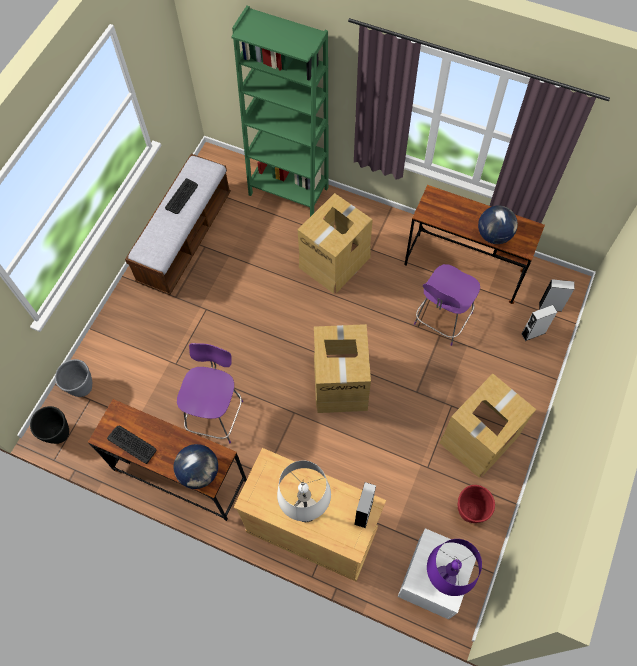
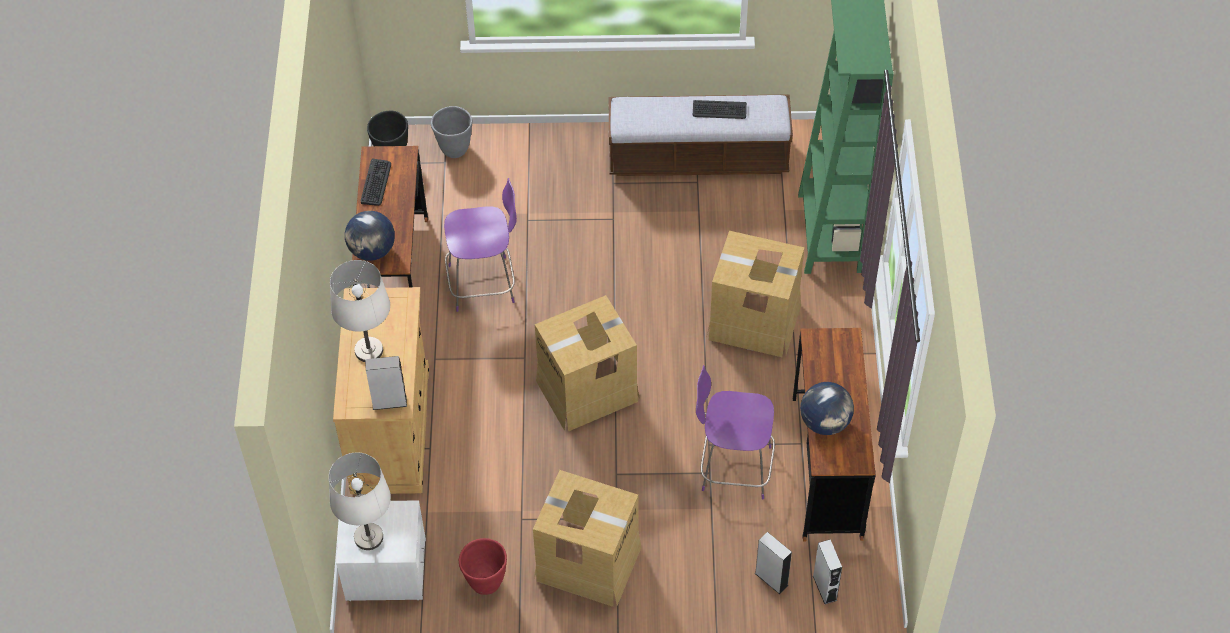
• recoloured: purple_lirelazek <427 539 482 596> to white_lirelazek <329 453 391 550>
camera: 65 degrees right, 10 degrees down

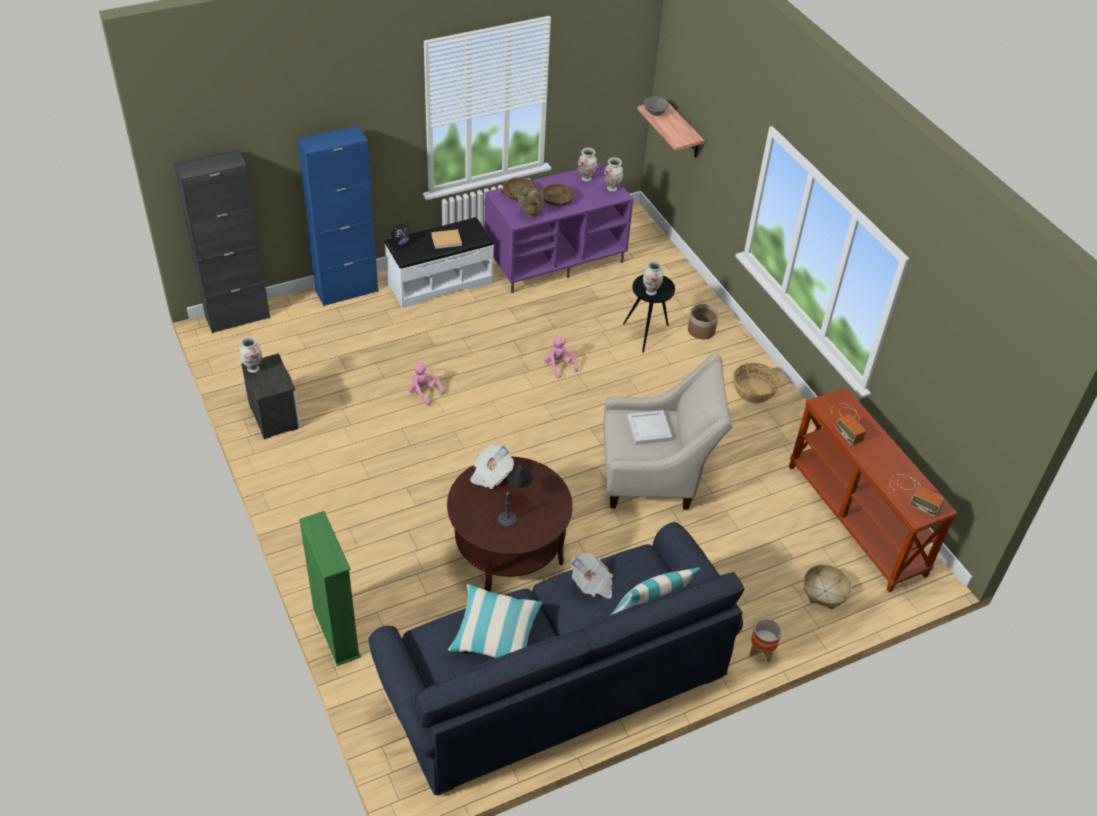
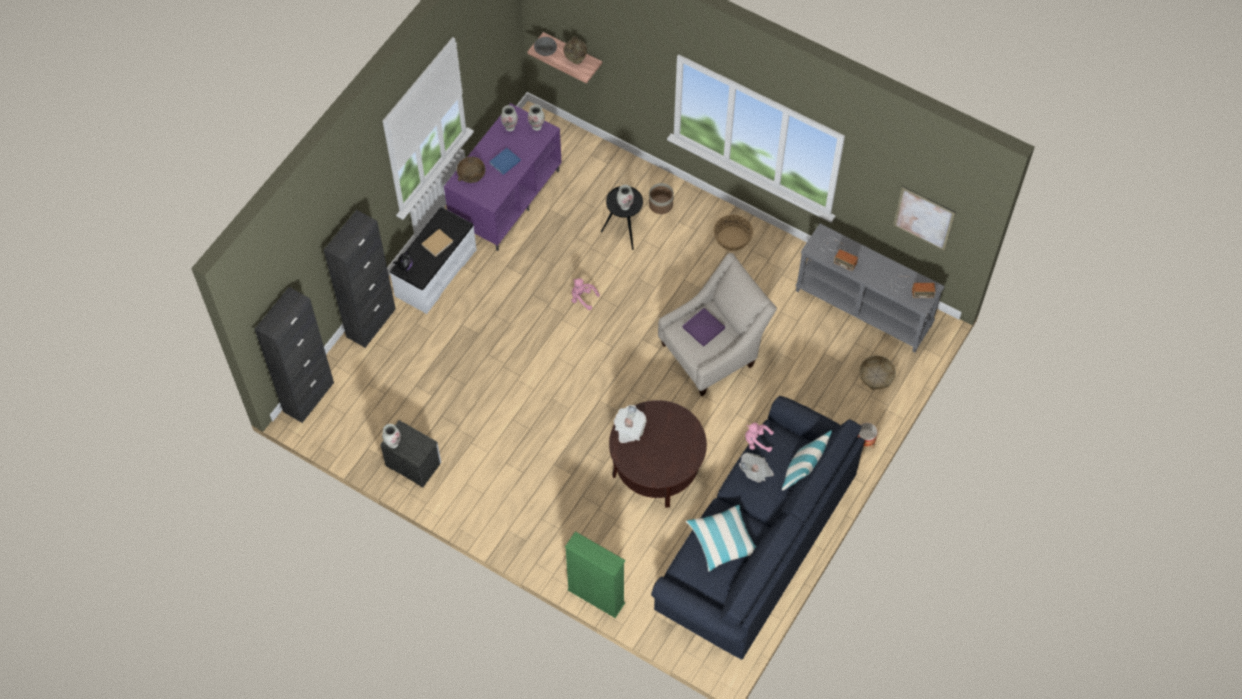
• recoloured: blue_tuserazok <298 125 378 306> to black_tuserazok <324 210 396 348>
• moved: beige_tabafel <517 183 544 218> to <564 37 587 64>
• replaced: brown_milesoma <542 183 575 206> to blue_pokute <489 148 521 175>
• moved: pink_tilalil <408 363 444 405> to <745 422 774 452>
• recoloured: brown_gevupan <789 388 958 592> to grey_gevupan <796 224 945 352>
• recoloured: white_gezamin <627 410 673 445> to purple_gezamin <683 308 725 347>
• removed: lirelazek <498 465 533 527>
• added: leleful <893 186 956 251>
camera: 30 degrees left, 15 degrees up

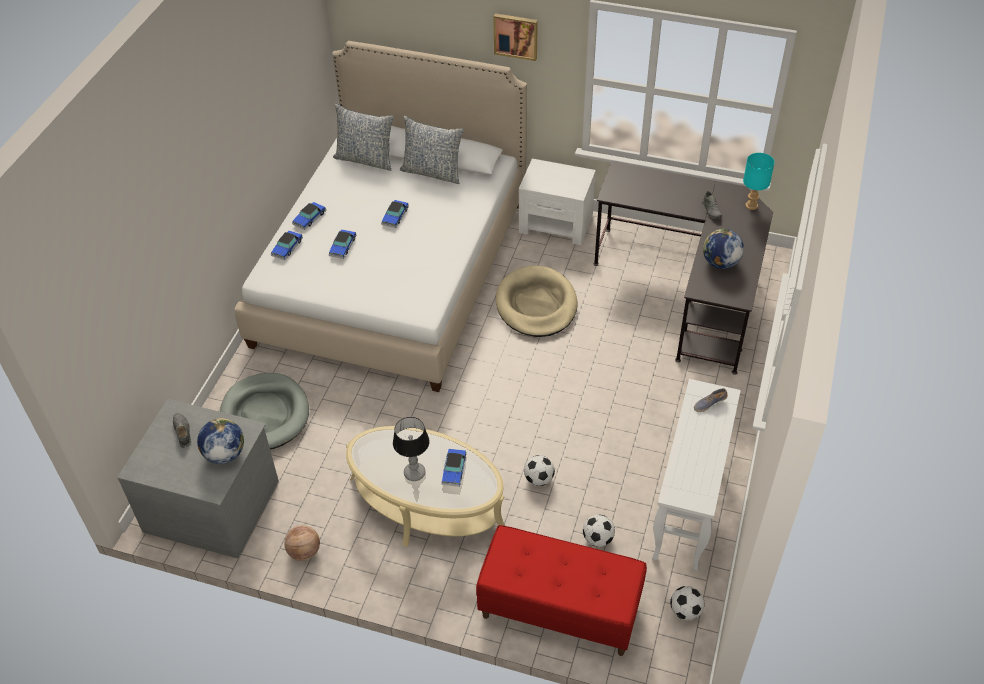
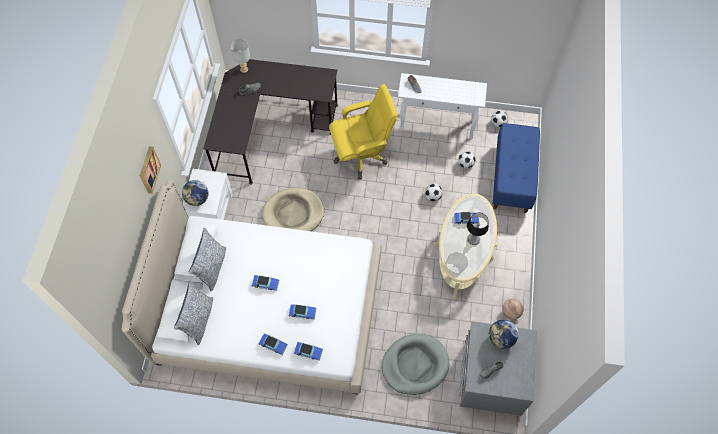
• recoloured: turquoise_lirelazek <743 153 775 210> to grey_lirelazek <230 39 250 73>
• moved: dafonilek <703 229 744 269> to <182 180 209 206>
• recoloured: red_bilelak <476 525 647 656> to blue_bilelak <493 123 540 213>
• added: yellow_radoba <329 84 397 179>
camera: 100 degrees left, 15 degrees up

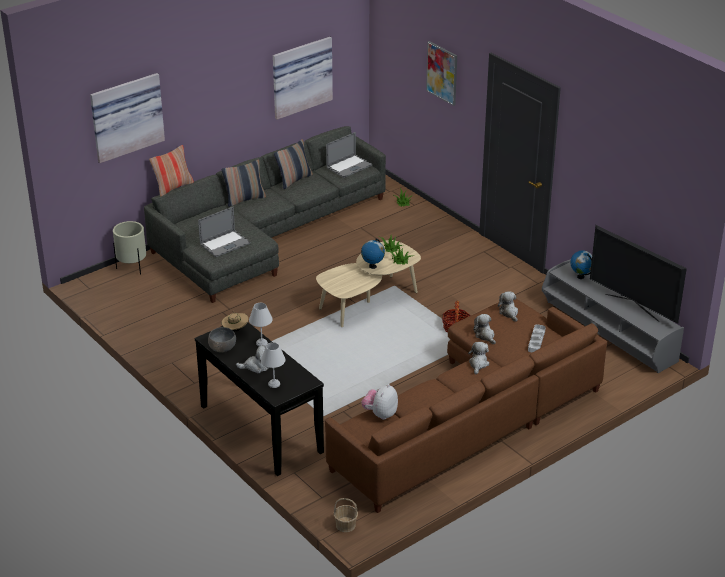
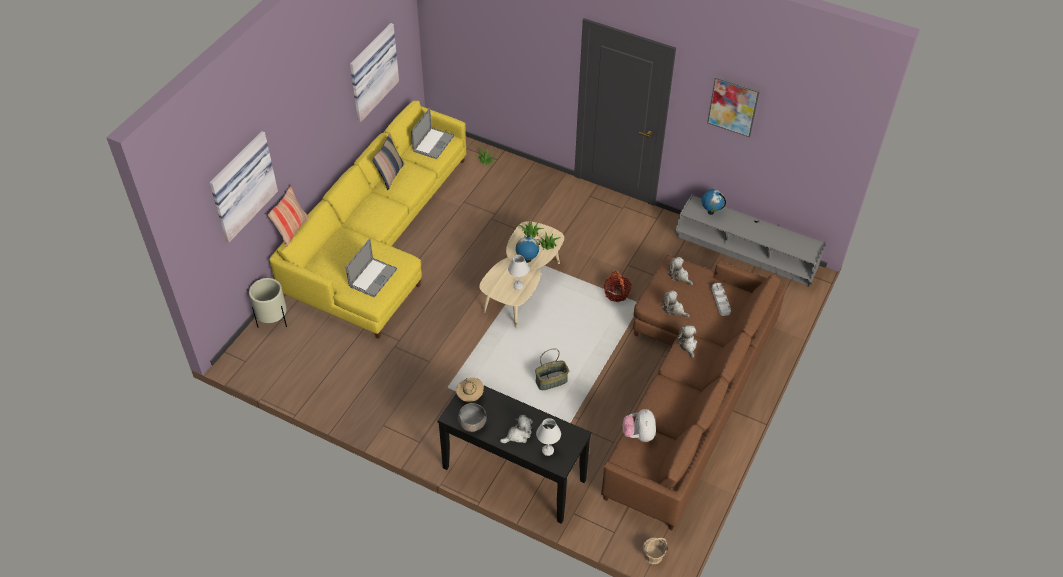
• moved: leleful <426 41 457 106> to <707 77 760 137>
• recoloured: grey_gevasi <144 126 386 303> to yellow_gevasi <269 101 467 339>
• removed: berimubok <222 160 266 207>
• removed: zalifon <590 225 687 323>
• moved: white_lirelazek <249 303 273 346> to <508 255 529 290>
• added: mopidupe <535 349 569 390>
camera: 25 degrees left, 15 degrees up

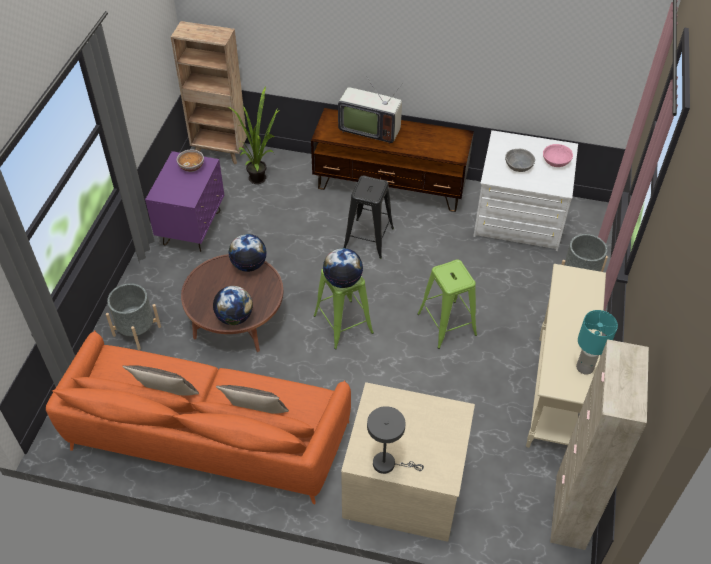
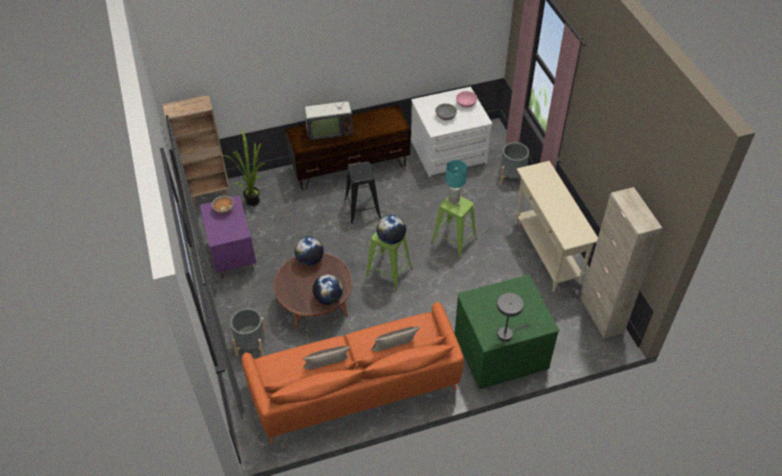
• moved: turquoise_lirelazek <576 310 618 375> to <445 160 467 204>
• recoloured: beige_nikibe <341 382 475 542> to green_nikibe <455 275 560 389>
camera: 30 degrees left, 0 degrees up

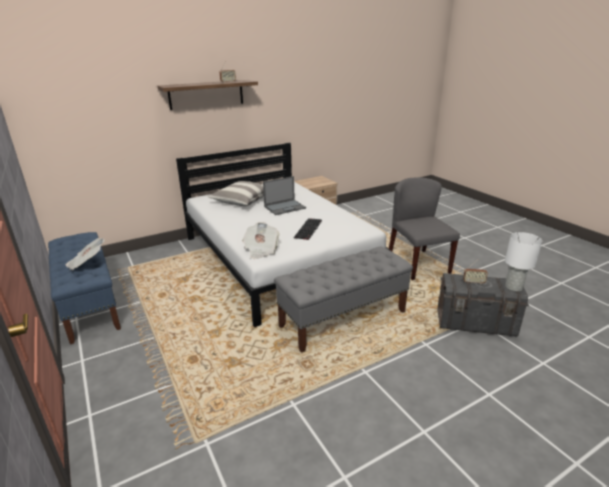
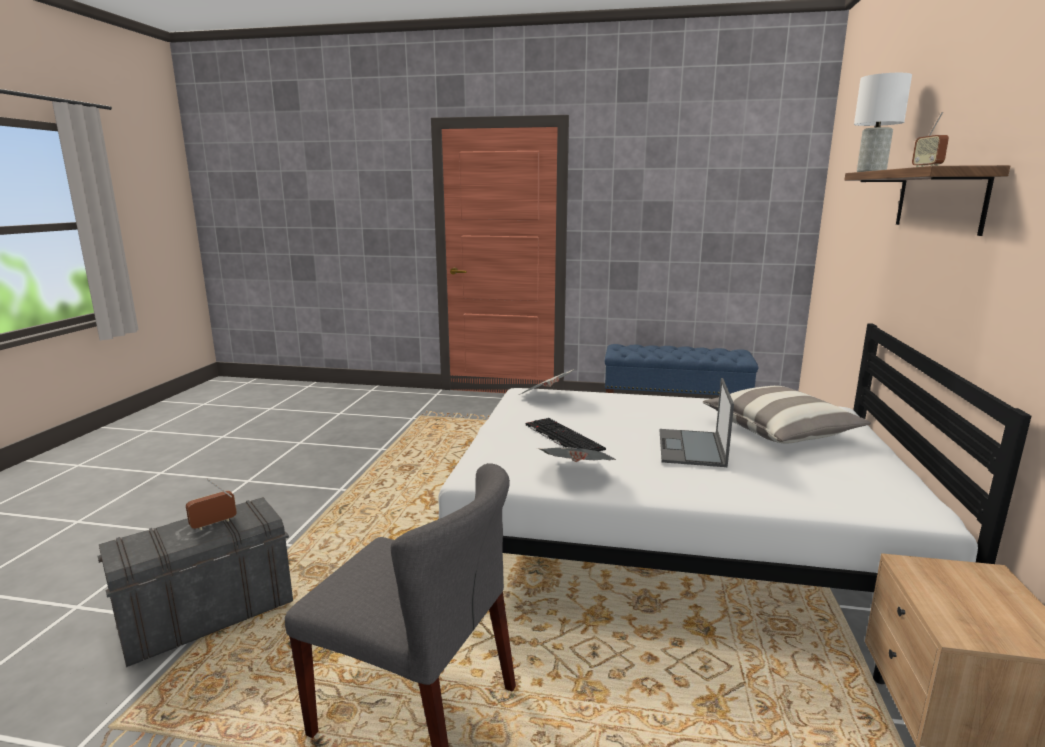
• moved: white_lirelazek <505 232 542 292> to <854 73 912 172>
• moved: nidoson <66 238 105 271> to <537 447 616 462>
• removed: grey_bilelak <274 246 413 353>
camera: 130 degrees right, 10 degrees down

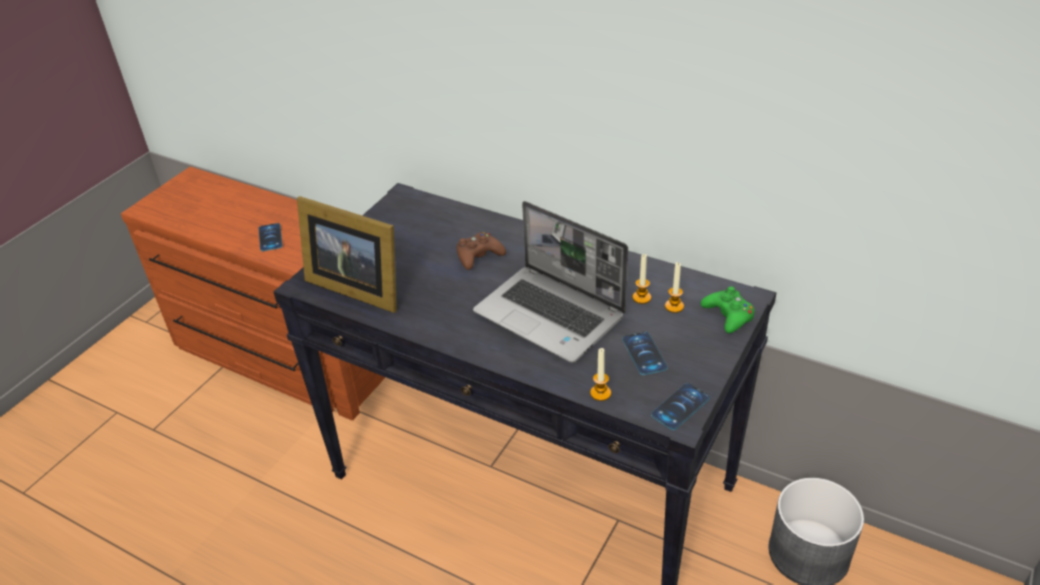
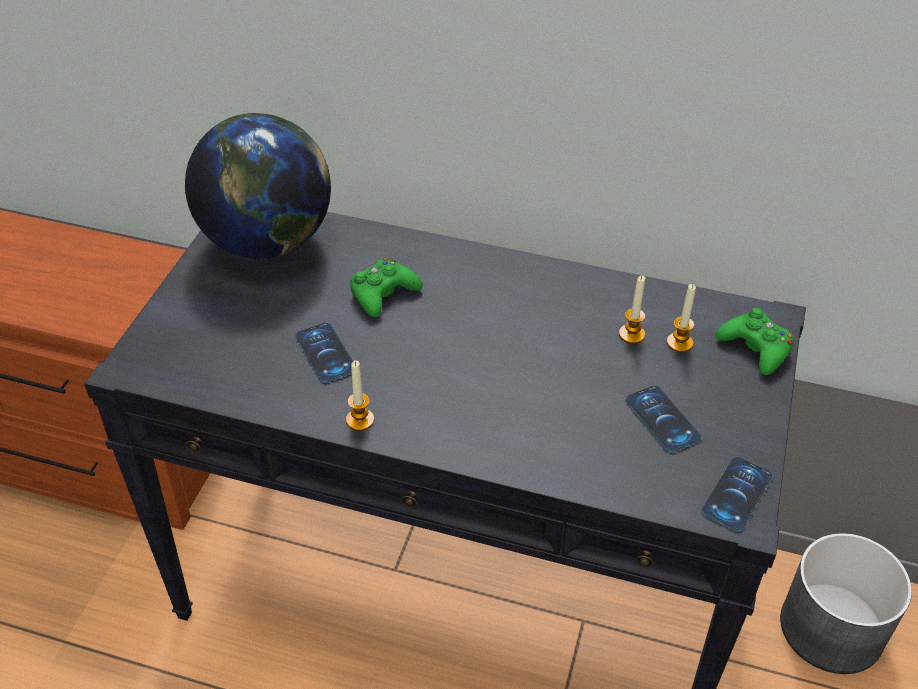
• removed: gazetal <297 196 397 313>
• removed: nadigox <473 201 628 363>
• moved: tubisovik <259 223 283 251> to <295 322 353 383>
• recoloured: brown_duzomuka <457 232 506 270> to green_duzomuka <350 258 423 318>
• moved: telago <590 348 611 401> to <346 361 374 431>
• added: dafonilek <185 113 331 259>
camera: 15 degrees left, 5 degrees up

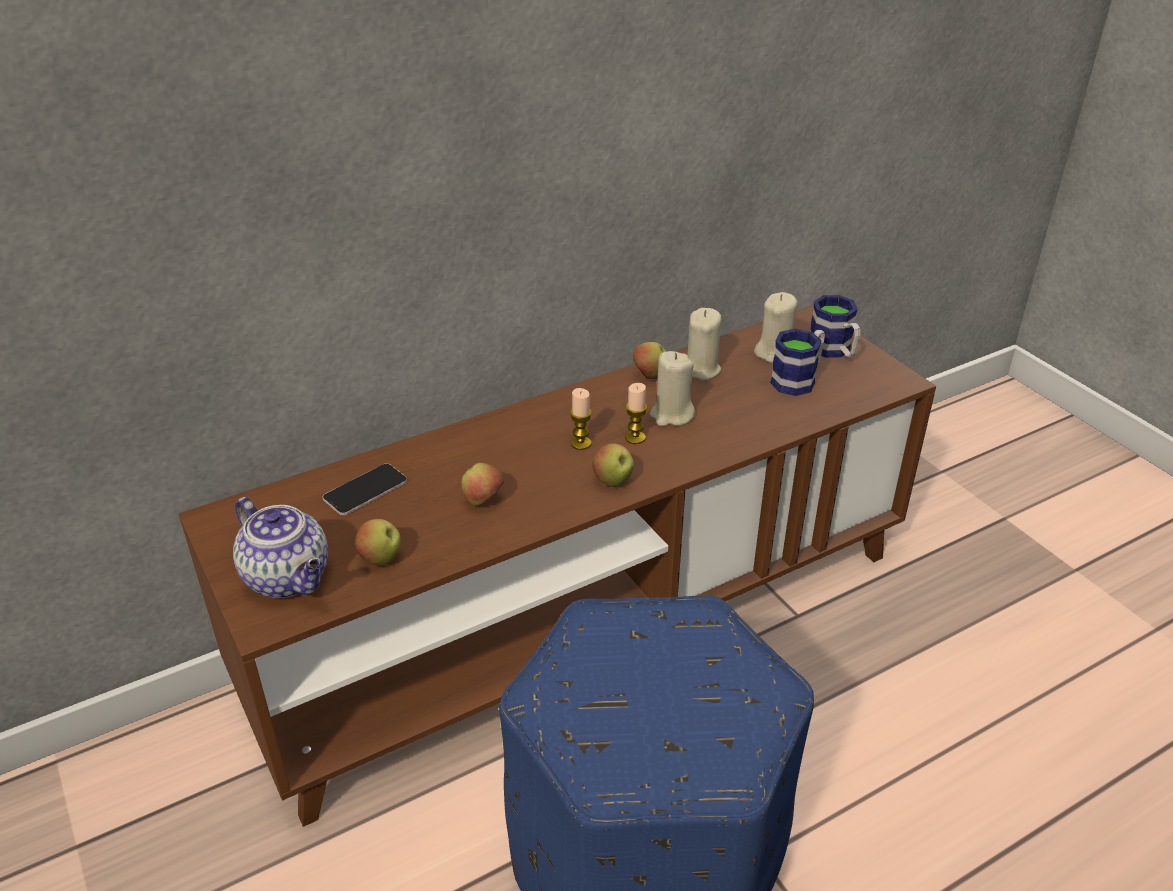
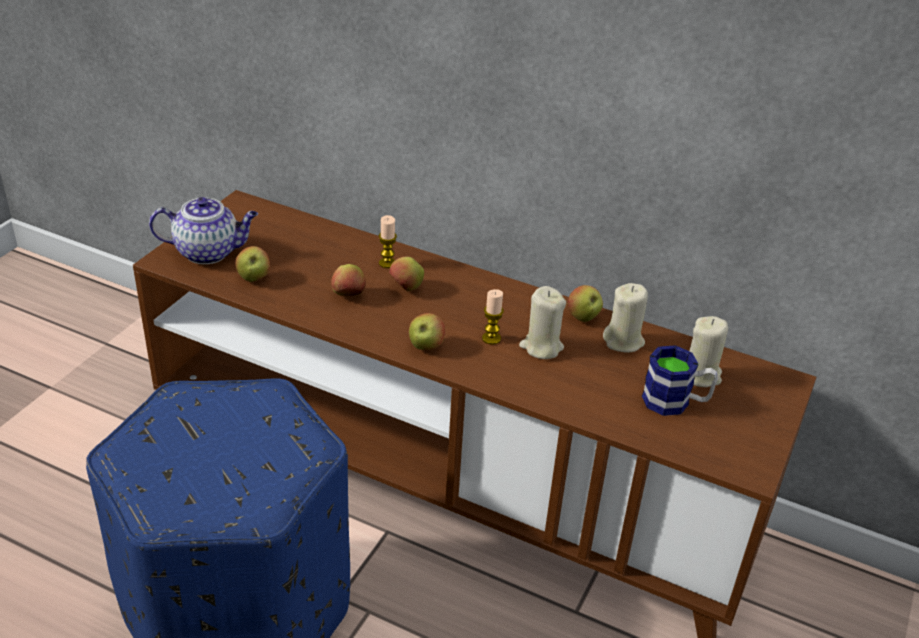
• removed: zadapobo <810 295 861 358>
• moved: telago <570 388 592 450> to <379 215 397 268>
• removed: tubisovik <323 463 407 515>
• turned: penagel <233 497 328 598> = <149 197 258 264> 105 degrees counterclockwise
• added: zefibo <389 257 424 291>
camera: 55 degrees right, 0 degrees up

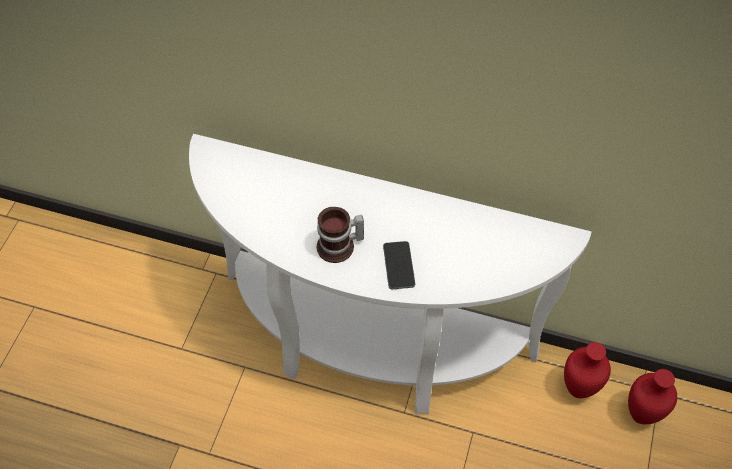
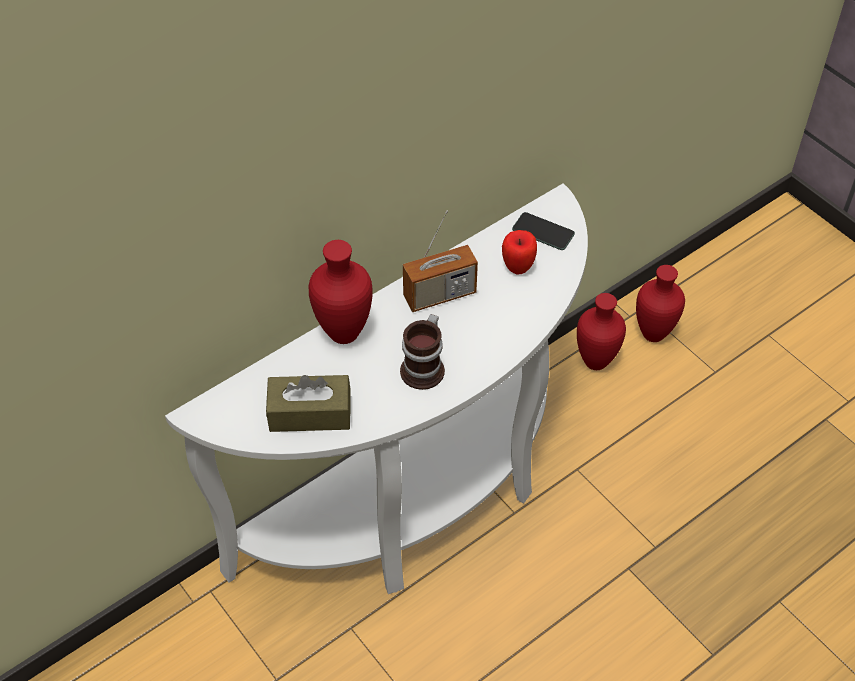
• moved: tubisovik <383 241 415 289> to <512 212 575 250>
• added: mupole <403 211 478 312>
• added: zefibo <502 230 537 274>
• added: red_tabafel <309 240 373 344>
• added: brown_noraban <266 375 351 432>
camera: 55 degrees left, 5 degrees down

